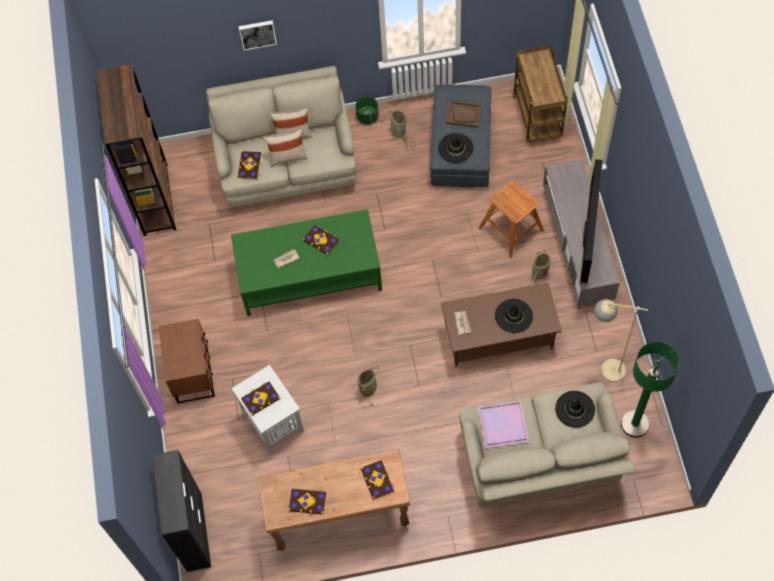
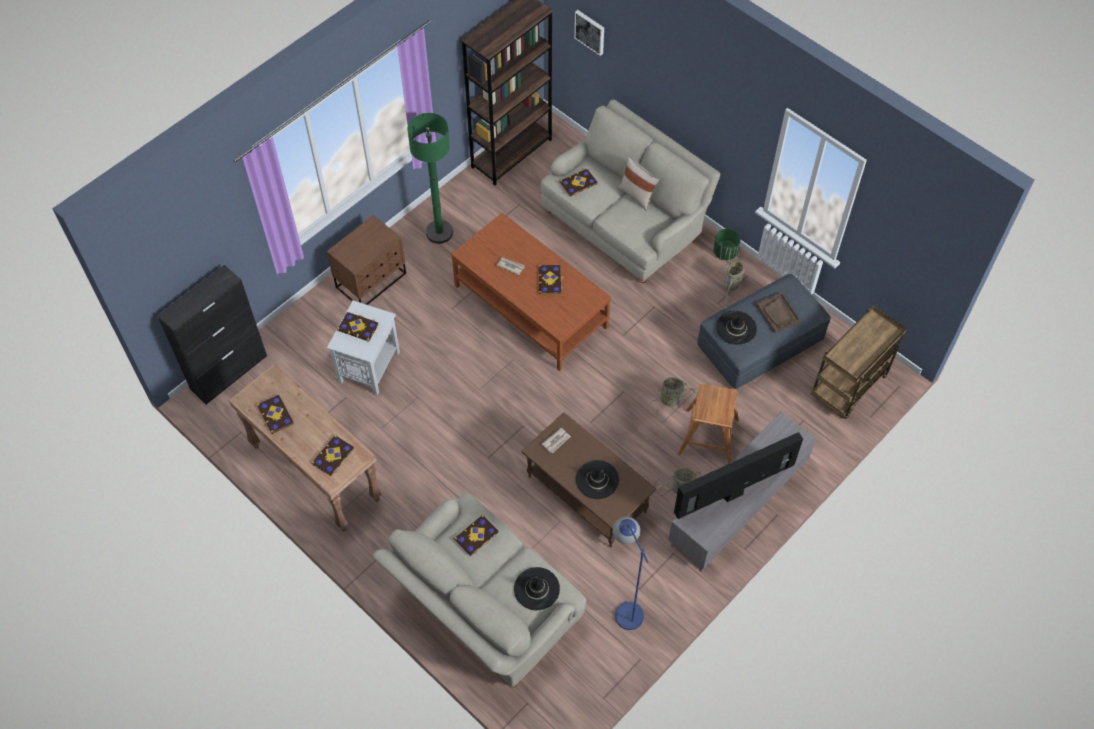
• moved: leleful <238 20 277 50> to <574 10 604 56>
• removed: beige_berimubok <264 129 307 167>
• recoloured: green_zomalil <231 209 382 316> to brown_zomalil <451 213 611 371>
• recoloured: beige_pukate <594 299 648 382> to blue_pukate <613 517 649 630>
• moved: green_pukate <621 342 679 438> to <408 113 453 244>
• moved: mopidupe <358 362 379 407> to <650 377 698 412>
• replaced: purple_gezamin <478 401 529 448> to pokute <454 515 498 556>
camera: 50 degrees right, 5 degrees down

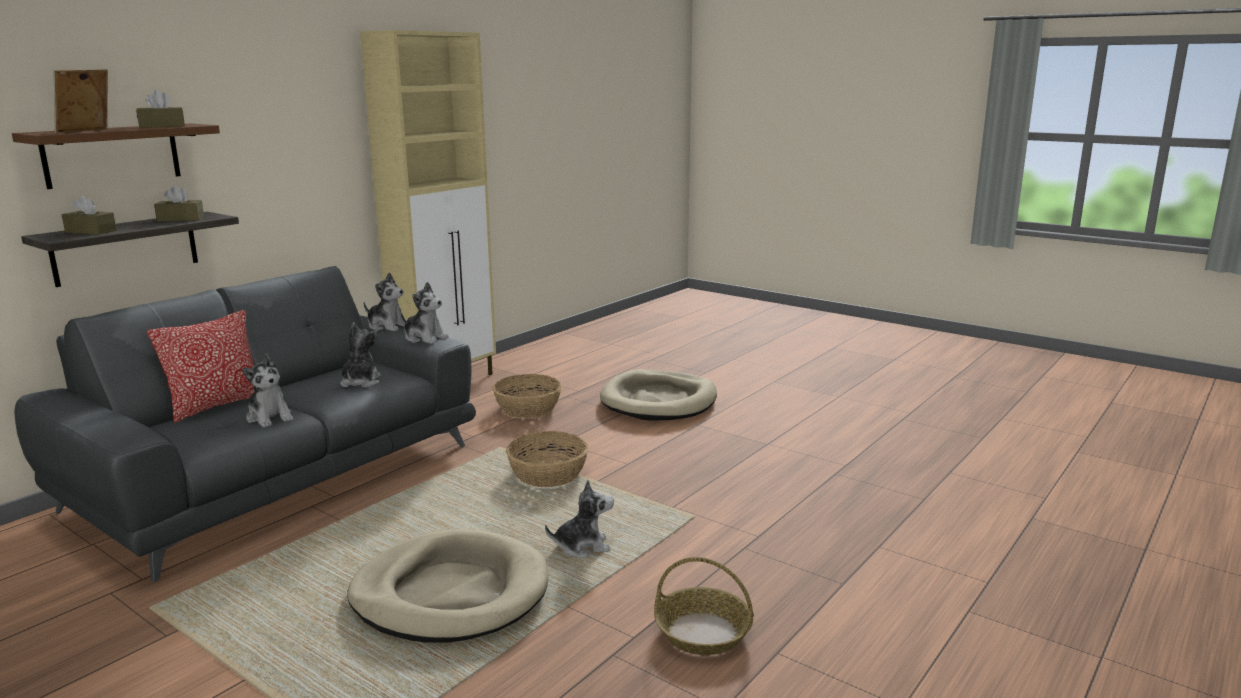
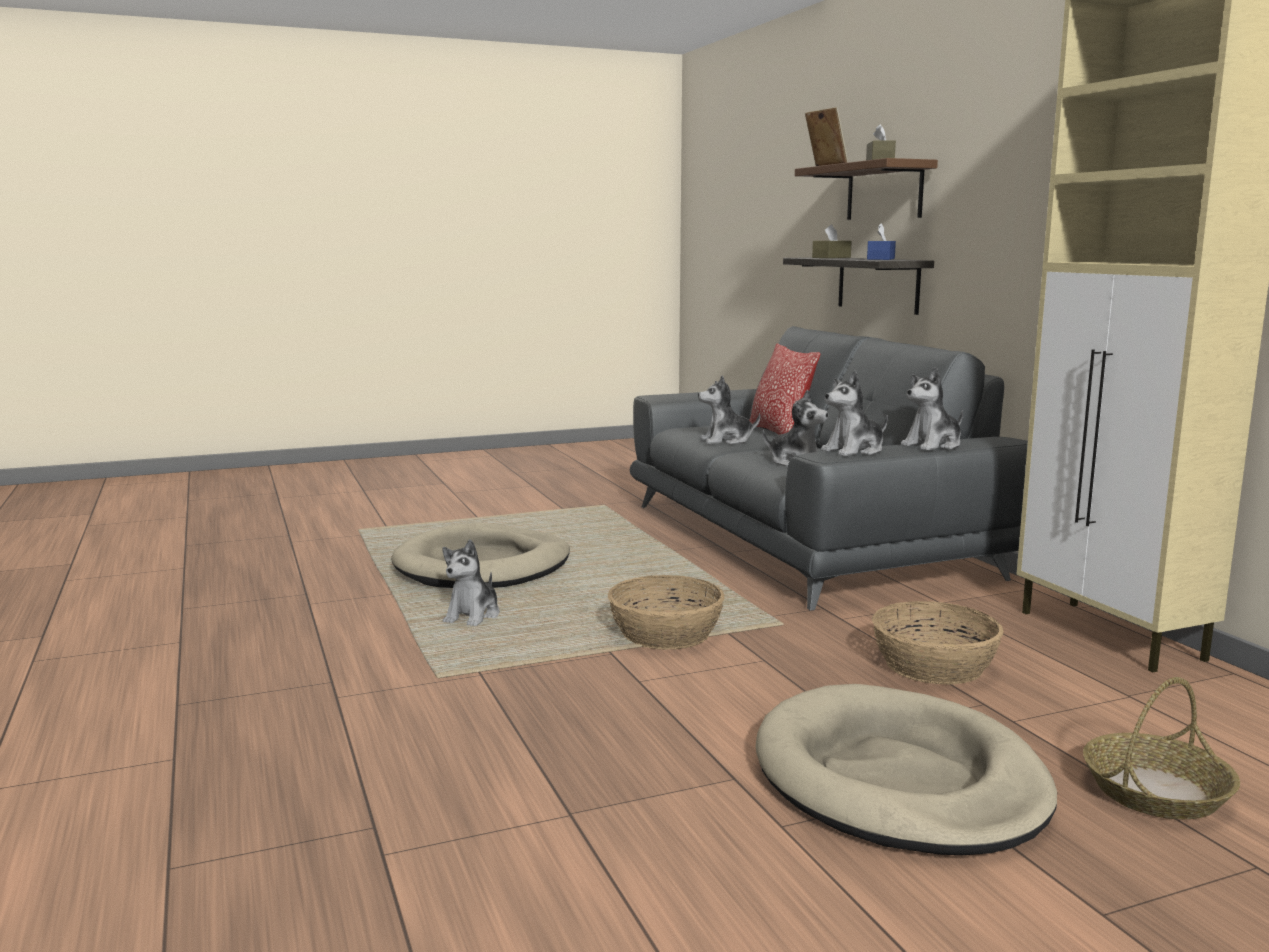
• recoloured: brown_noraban <154 185 204 222> to blue_noraban <867 224 896 260>
• moved: mopidupe <654 557 754 655> to <1083 677 1240 819>
camera: 120 degrees right, 5 degrees down

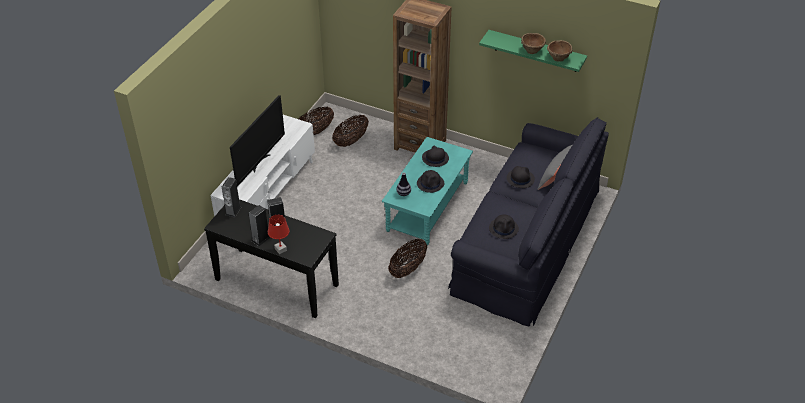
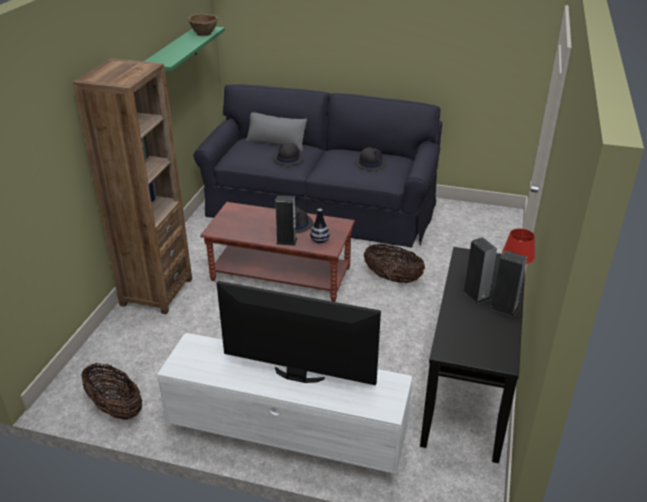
• removed: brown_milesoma <521 33 546 54>
• removed: mopidupe <332 115 369 147>
• recoloured: turquoise_zomalil <382 137 473 245> to brown_zomalil <200 202 355 302>
• removed: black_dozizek <422 146 449 167>
• moved: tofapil <222 177 241 218> to <275 195 297 246>
camera: 100 degrees left, 10 degrees down

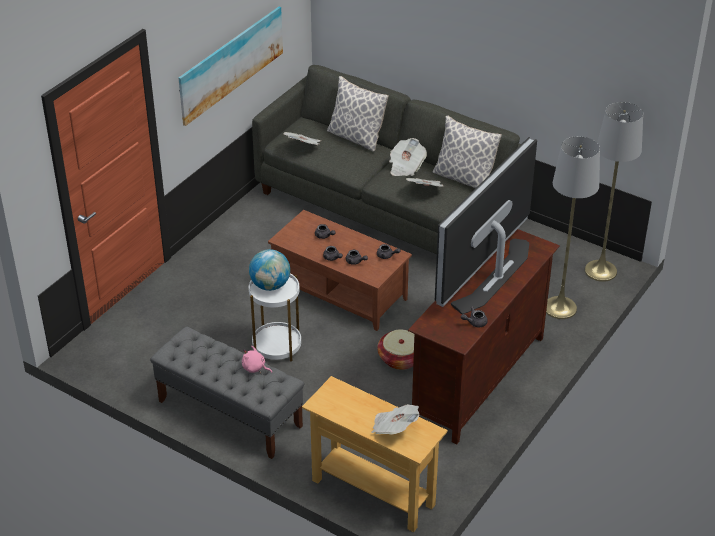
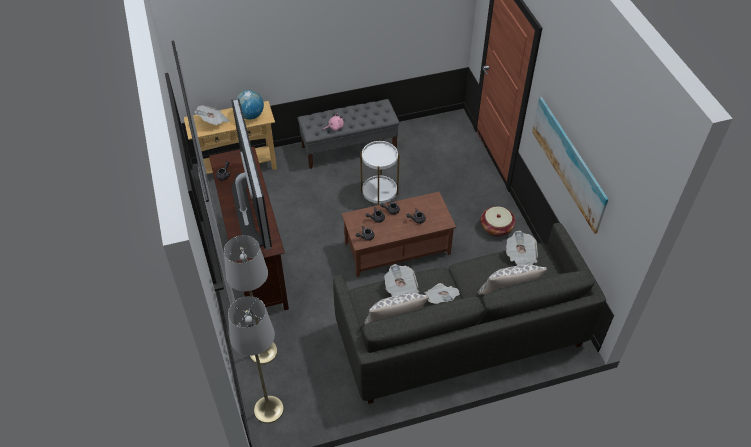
• moved: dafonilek <249 249 290 291> to <235 90 264 120>
• moved: mopidupe <377 330 414 370> to <481 206 516 236>
camera: 130 degrees right, 10 degrees up

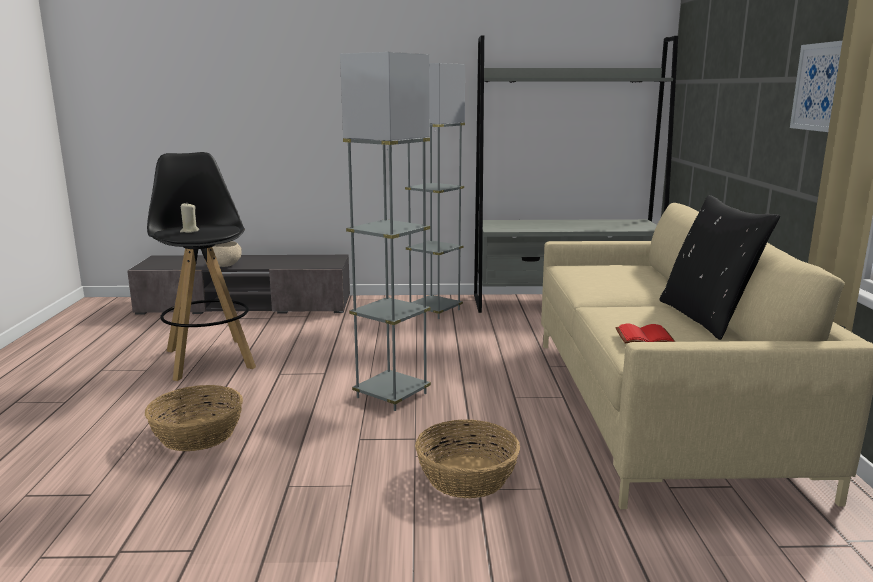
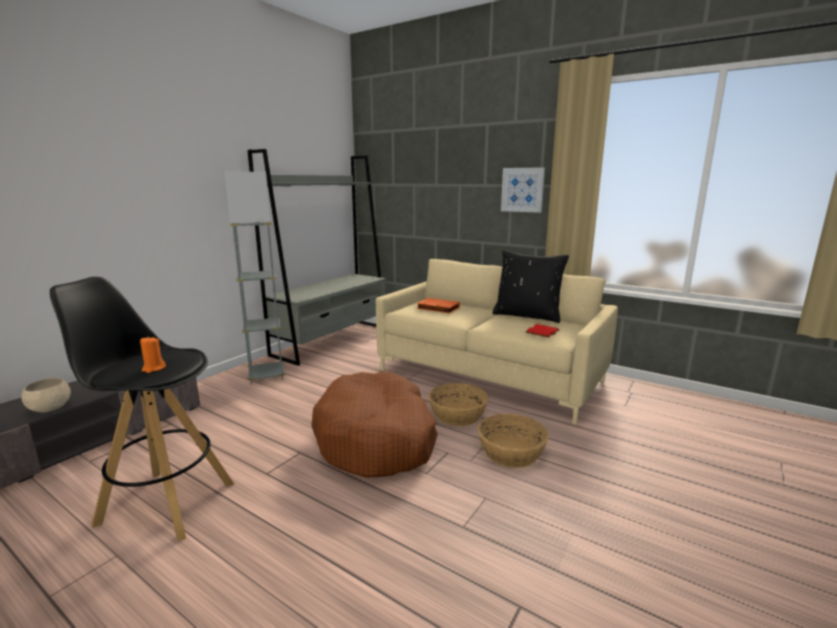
• replaced: grey_pukate <340 52 431 411> to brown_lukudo <311 372 438 478>
• recoloured: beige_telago <180 203 199 233> to orange_telago <140 336 166 373>
• moved: mopidupe <145 385 243 451> to <428 383 488 426>
• added: orange_pokute <417 298 460 313>
camera: 55 degrees left, 0 degrees up

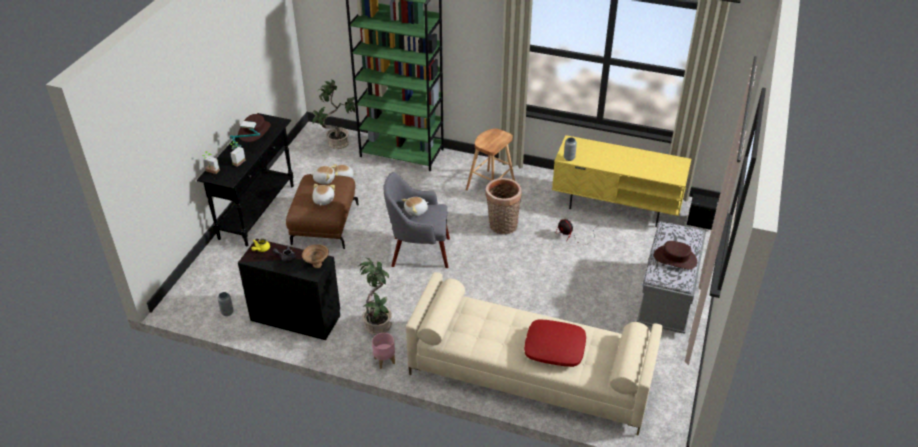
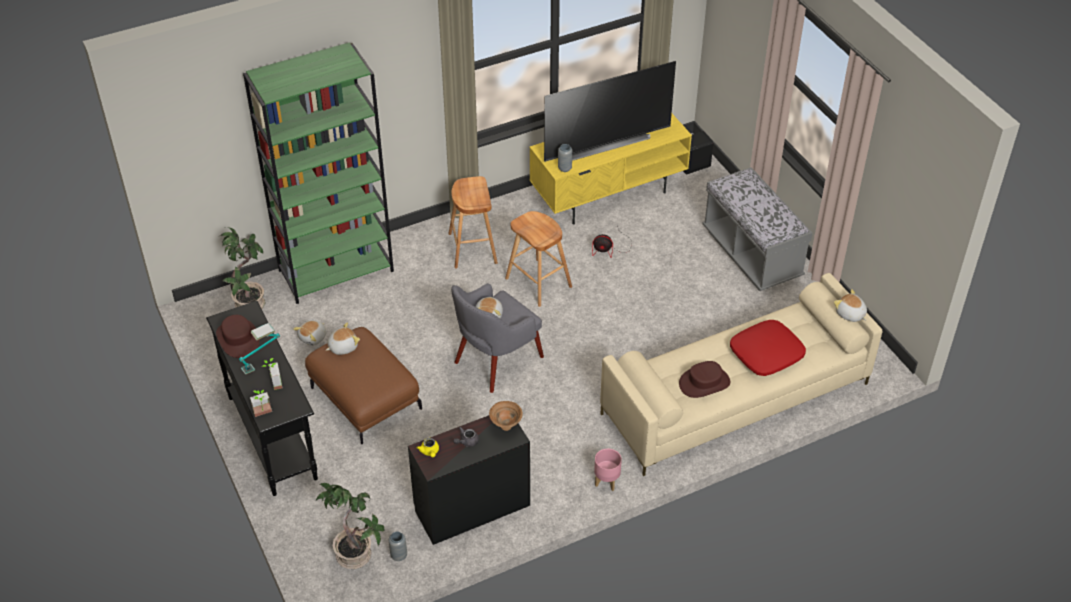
• replaced: mopidupe <485 178 522 235> to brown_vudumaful <505 211 572 307>
• moved: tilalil <312 184 335 206> to <834 289 867 322>
• moved: brown_dozizek <654 241 697 269> to <679 361 730 398>
• moved: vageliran <359 257 392 335> to <316 483 385 569>
• added: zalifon <544 61 676 162>
camera: 45 degrees left, 5 degrees up

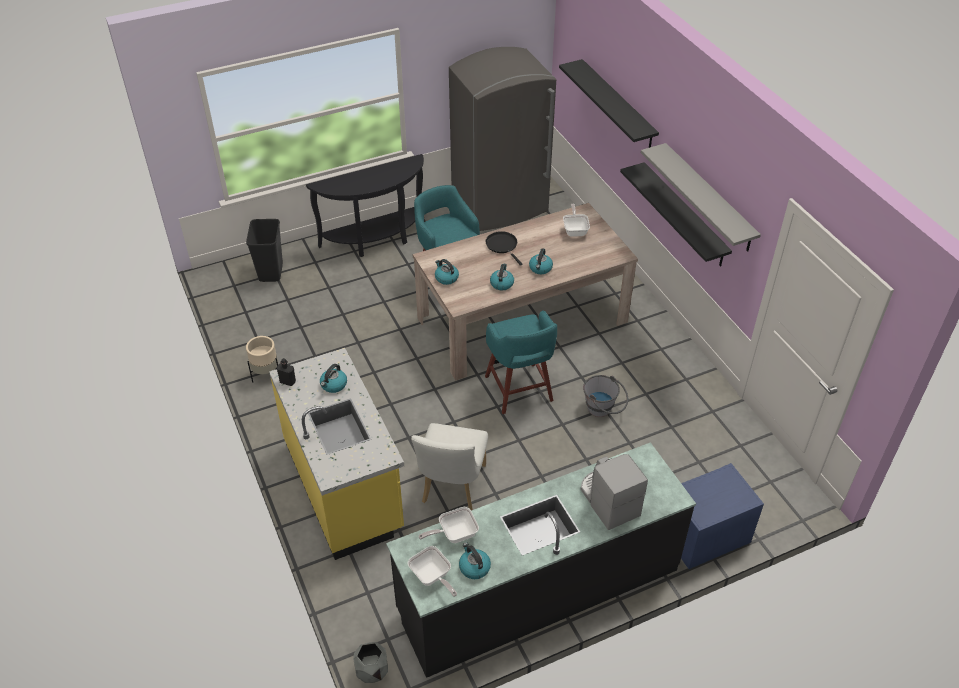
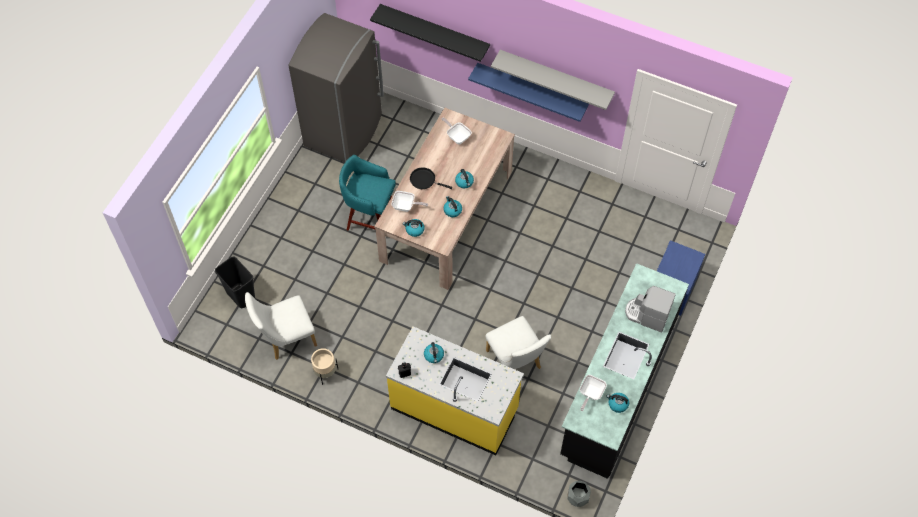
• removed: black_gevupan <306 154 424 257>
• recoloured: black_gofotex <620 162 732 267> to blue_gofotex <468 63 589 122>
• removed: turquoise_vudumaful <485 310 557 414>
• removed: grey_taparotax <583 375 628 417>
• moved: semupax <408 546 457 597> to <391 191 428 212>
• added: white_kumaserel <245 292 317 360>
camera: 40 degrees left, 15 degrees up

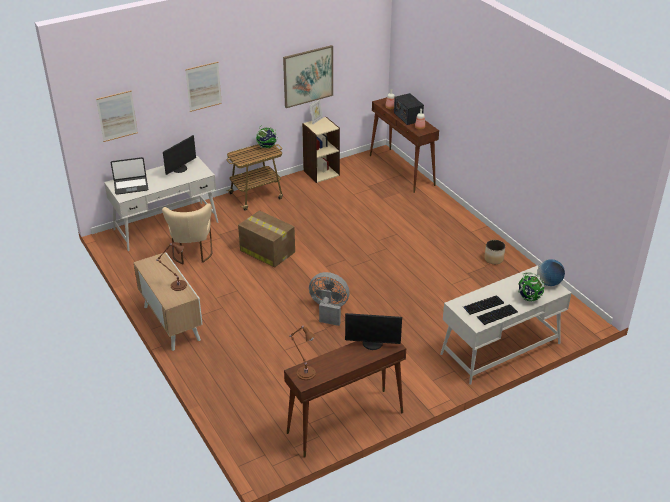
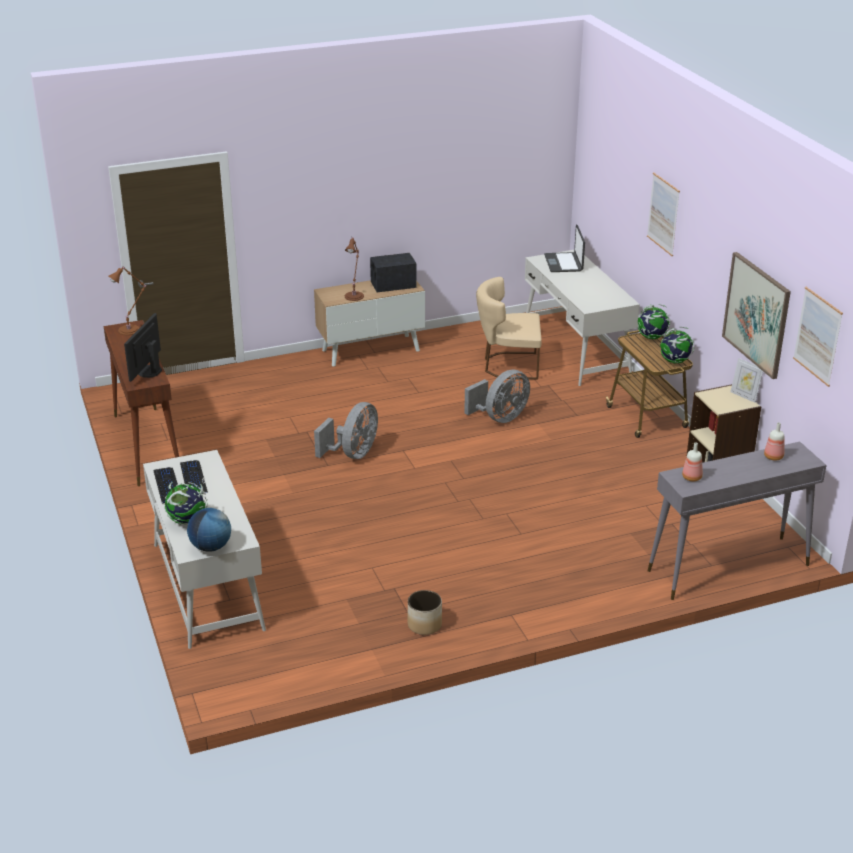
• moved: leleful <96 90 138 142> to <793 287 843 387>
• moved: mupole <394 93 424 125> to <370 253 417 292>
• recoloured: brown_gevupan <370 97 439 193> to grey_gevupan <648 441 827 600>
• removed: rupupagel <163 135 196 175>
• replaced: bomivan <238 210 295 268> to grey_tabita <464 370 530 423>
• added: dafonilek <638 304 670 339>
camera: 100 degrees right, 5 degrees down

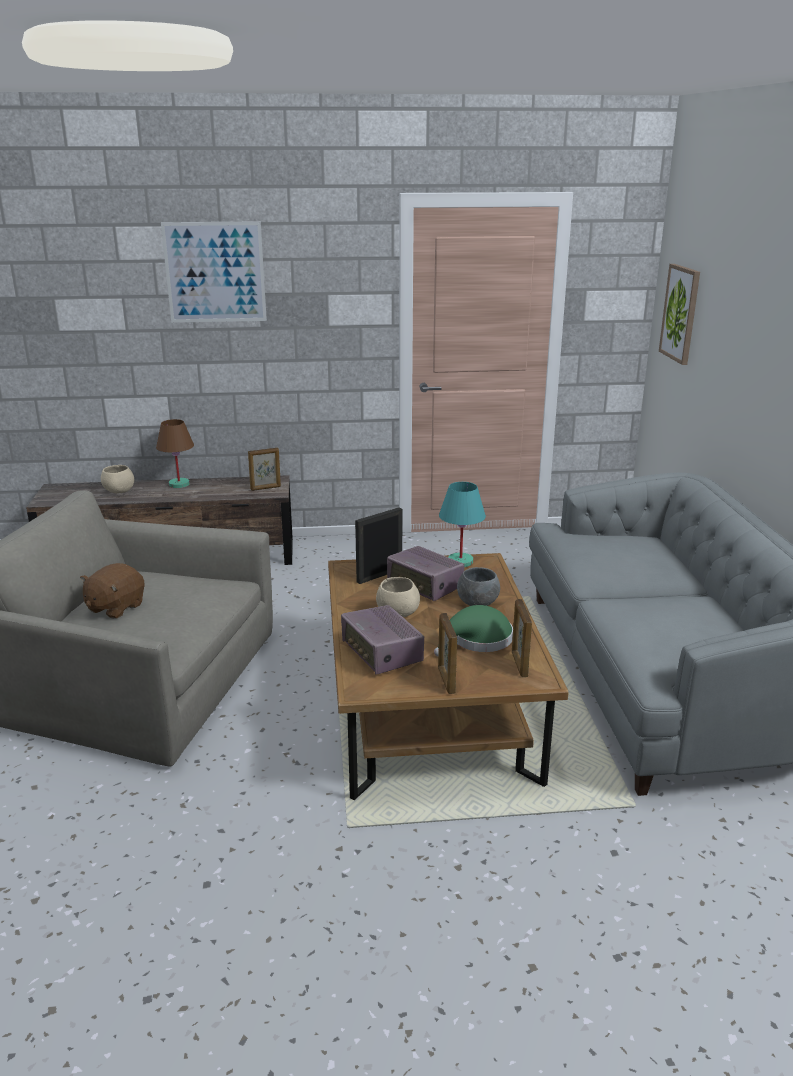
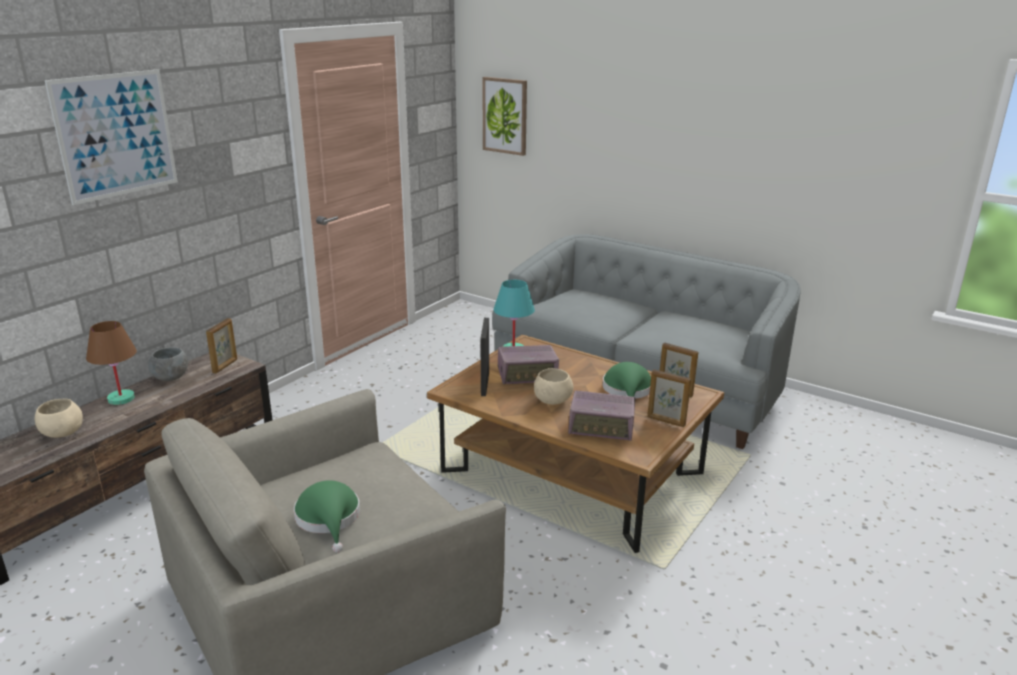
• replaced: brown_tilalil <80 563 145 619> to green_dozizek <294 480 360 553>
• moved: grey_milesoma <457 567 500 606> to <148 347 188 381>
camera: 50 degrees left, 0 degrees up

